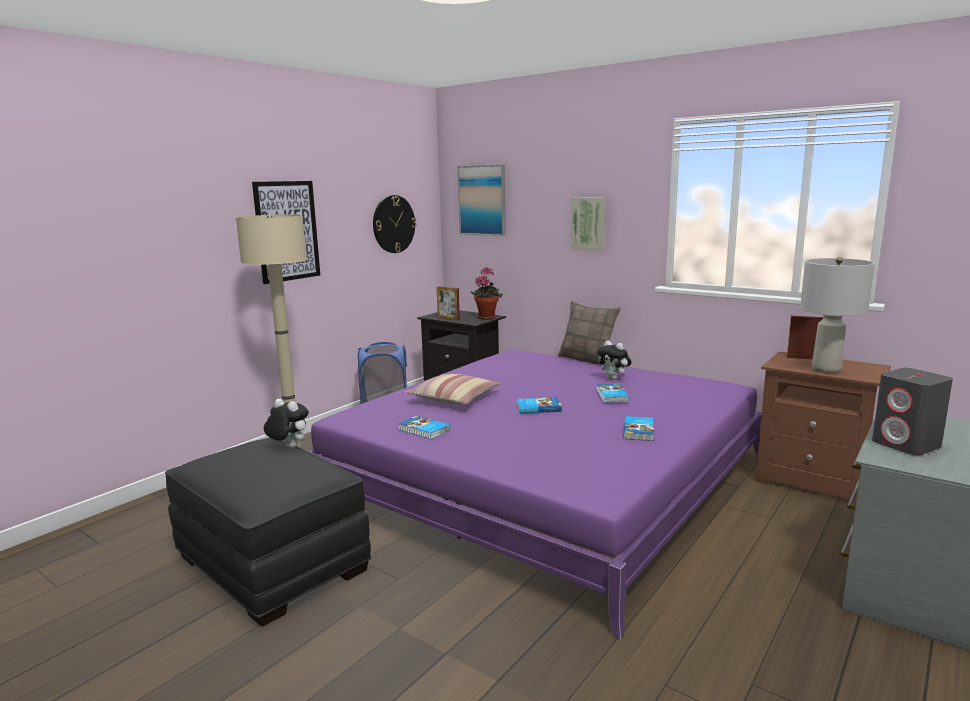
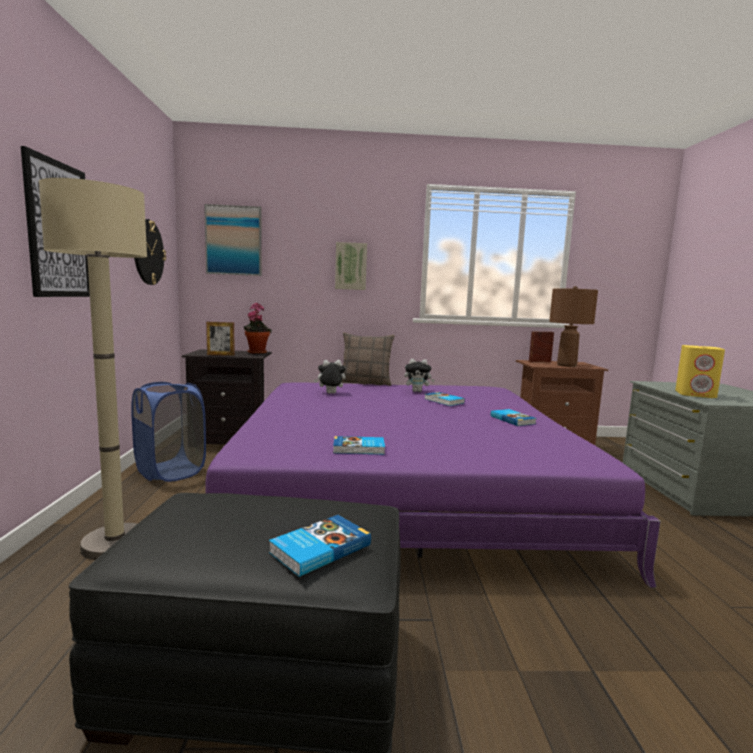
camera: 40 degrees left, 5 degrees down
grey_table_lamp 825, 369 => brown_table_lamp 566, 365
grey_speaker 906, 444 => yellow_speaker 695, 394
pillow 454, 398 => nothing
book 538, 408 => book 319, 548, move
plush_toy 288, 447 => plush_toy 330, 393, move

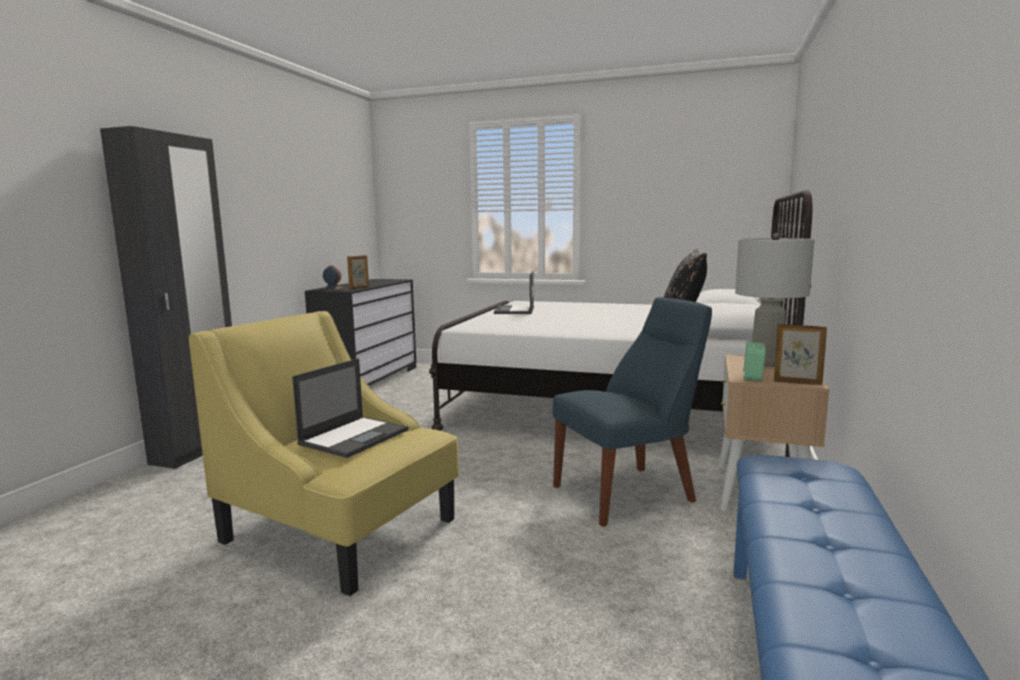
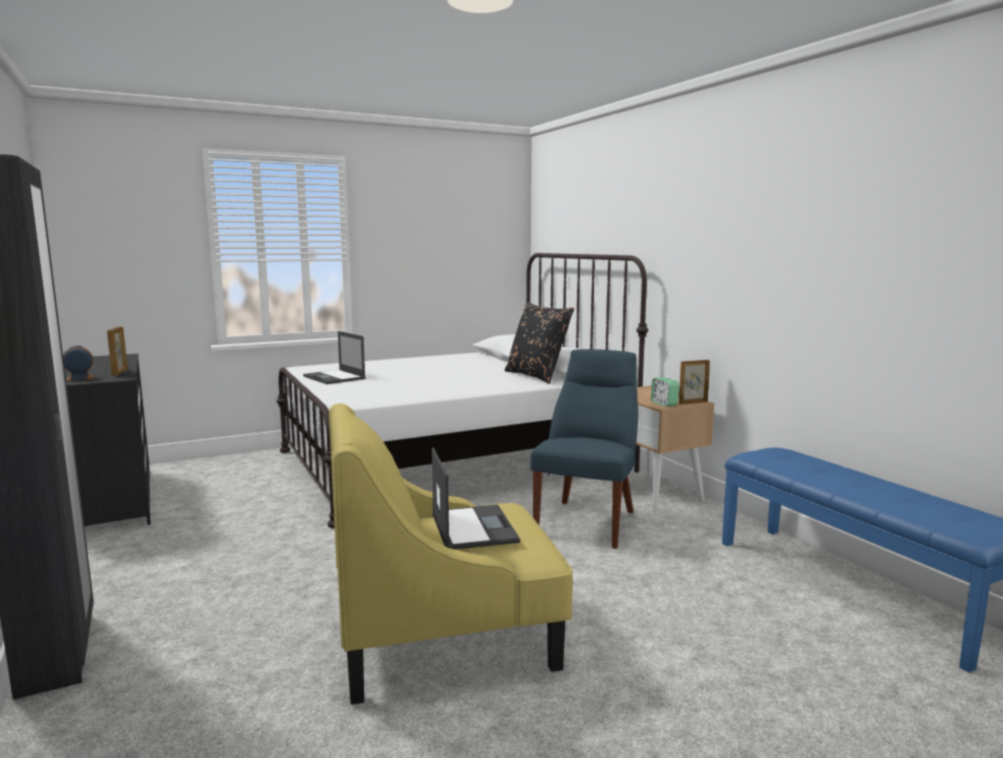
camera: 45 degrees left, 0 degrees up
grey_table_lamp 766, 363 => nothing

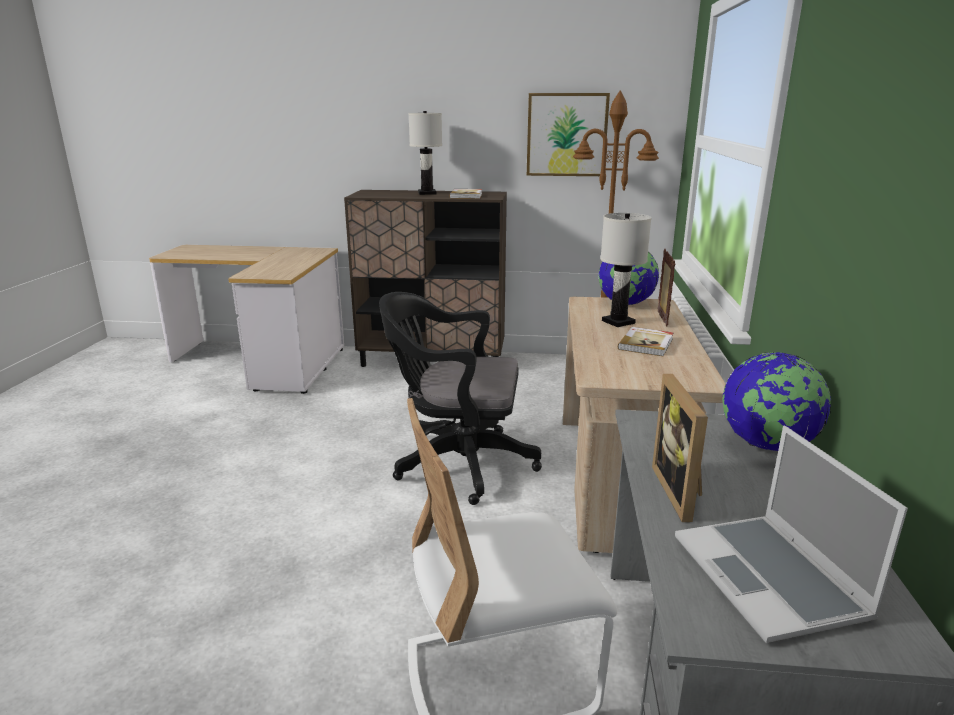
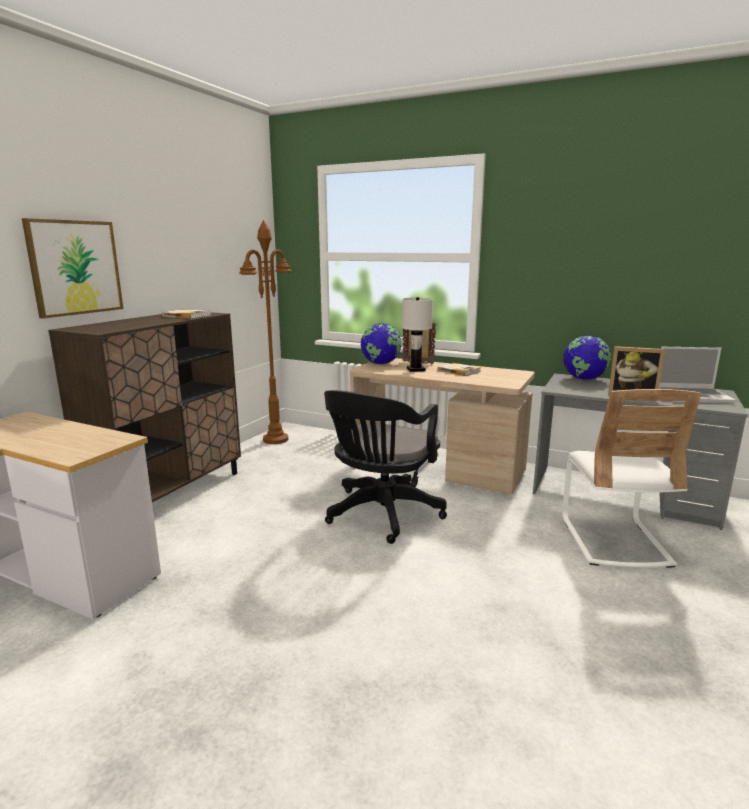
camera: 70 degrees left, 5 degrees down
picture 566, 135 => picture 75, 267, move
white_table_lamp 427, 193 => nothing

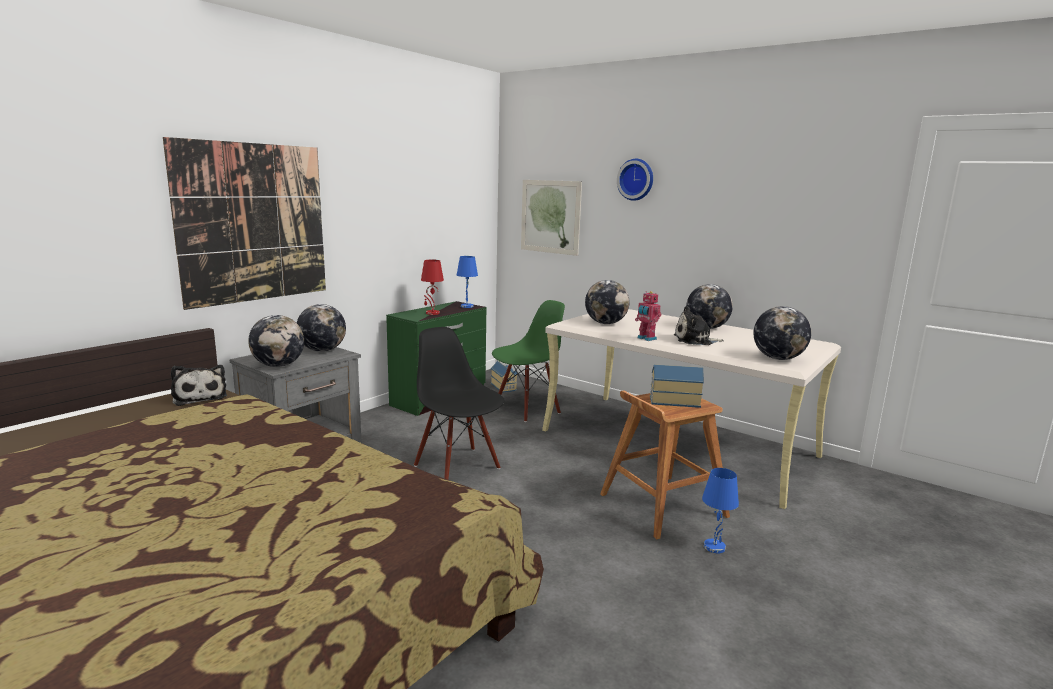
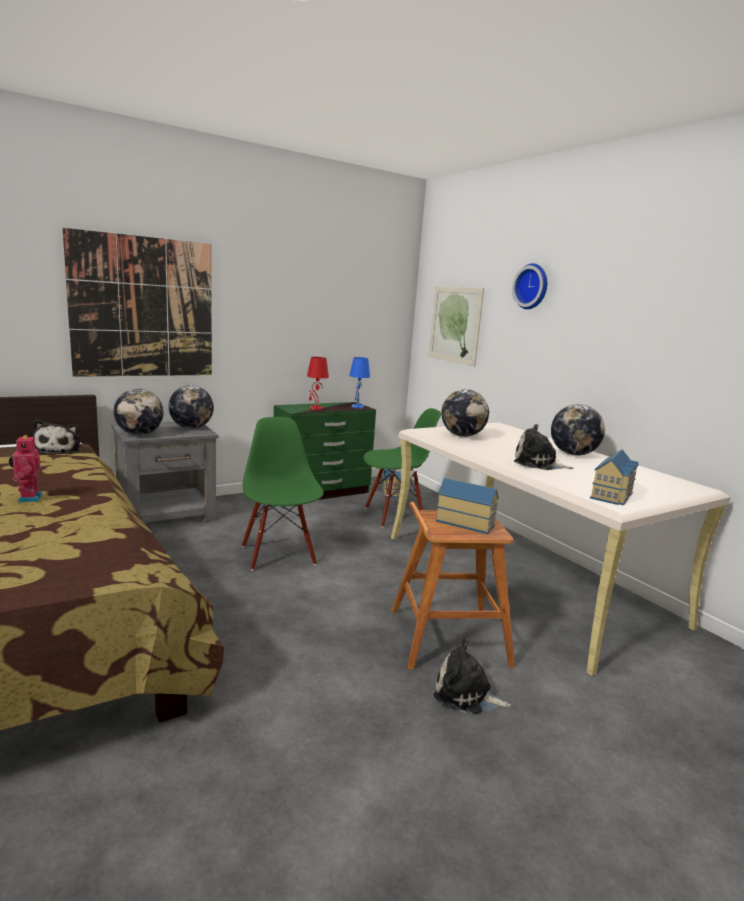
camera: 20 degrees right, 0 degrees up
toy_robot 646, 339 => toy_robot 28, 498, move
globe 778, 358 => toy_house 613, 495
black_chair 458, 466 => green_chair 279, 555
blue_table_lamp 715, 547 => plush_toy 466, 695

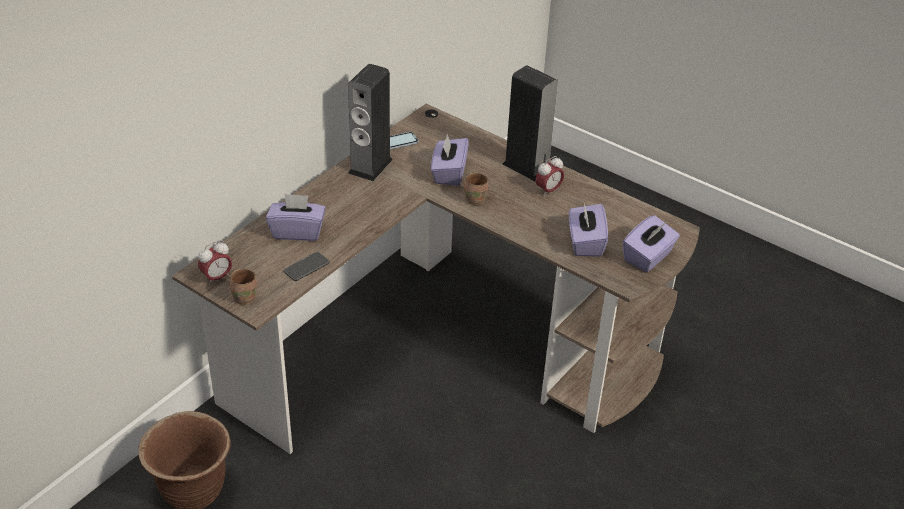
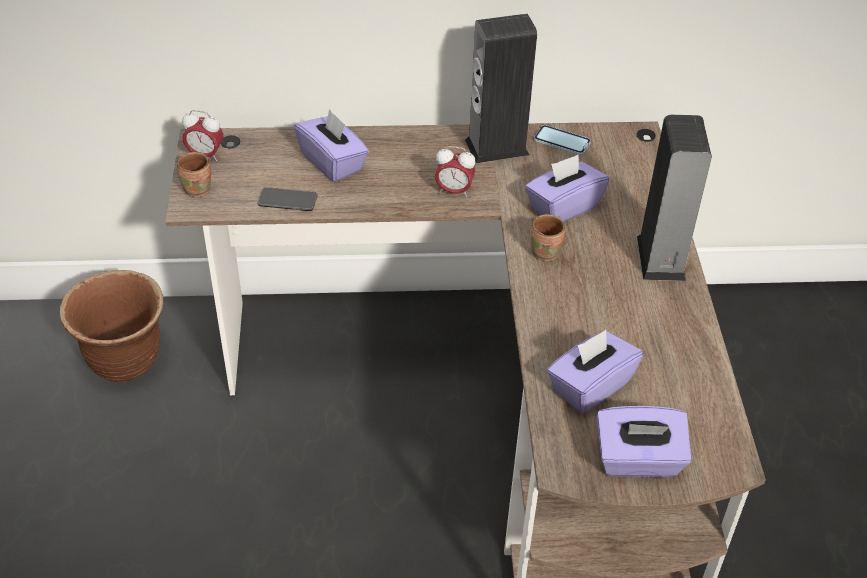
camera: 50 degrees right, 5 degrees up
alarm_clock 548, 191 => alarm_clock 454, 191, move

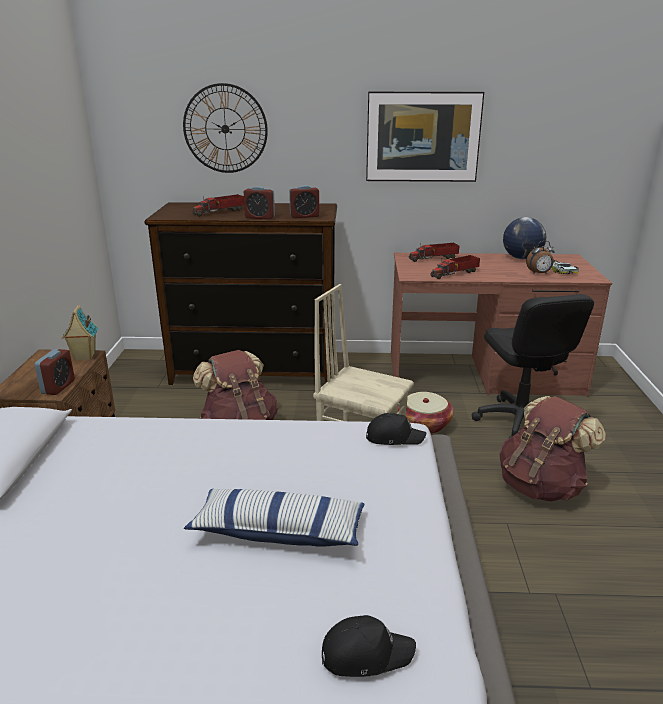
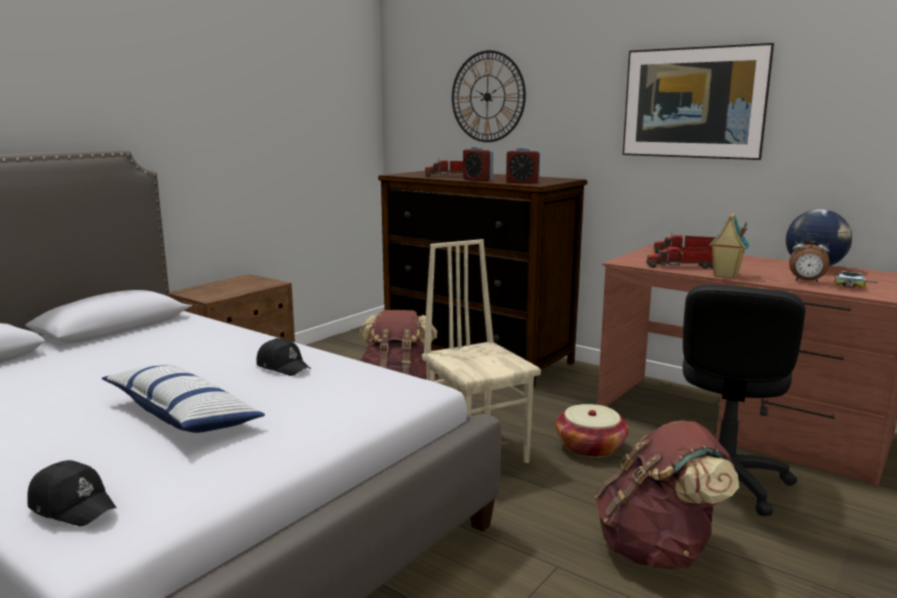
camera: 35 degrees right, 10 degrees down
toy_house 84, 357 => toy_house 725, 275, move
alarm_clock 58, 387 => nothing
black_cap 394, 437 => black_cap 283, 366, move

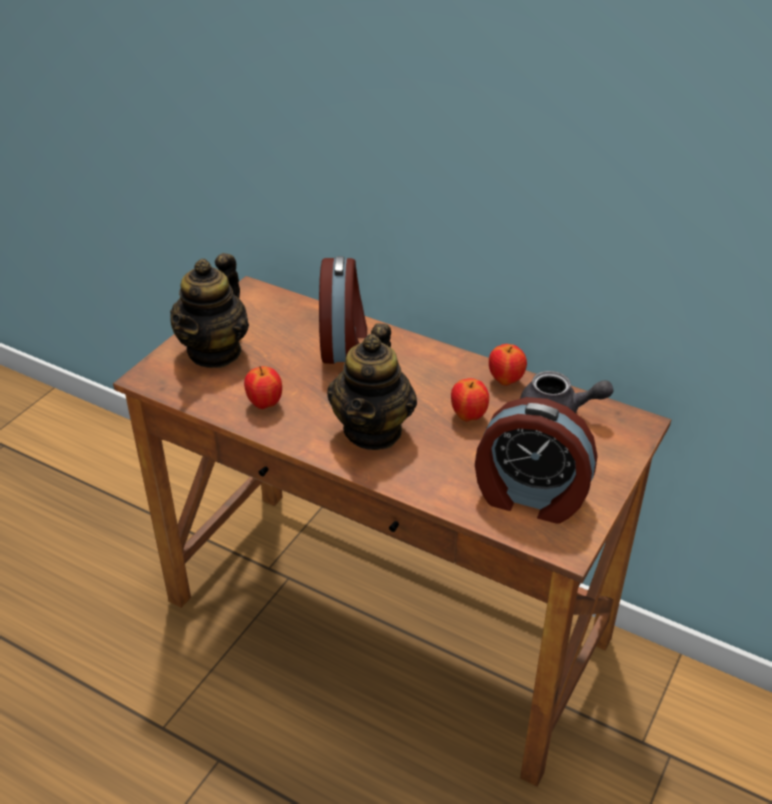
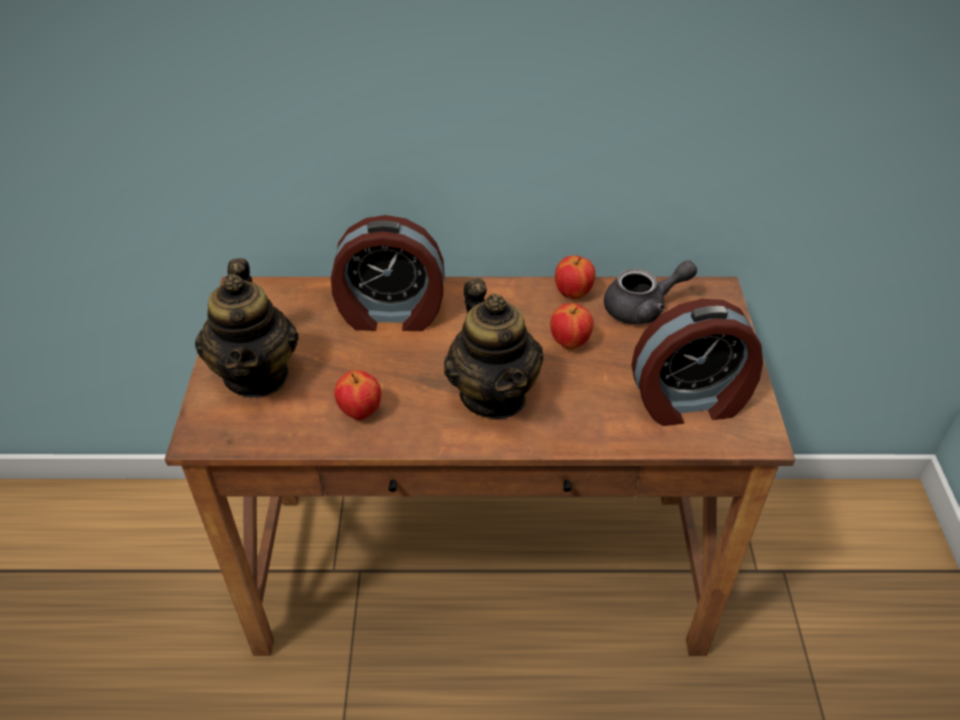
camera: 30 degrees left, 5 degrees up
alarm_clock 345, 344 => alarm_clock 391, 314, 120 degrees clockwise

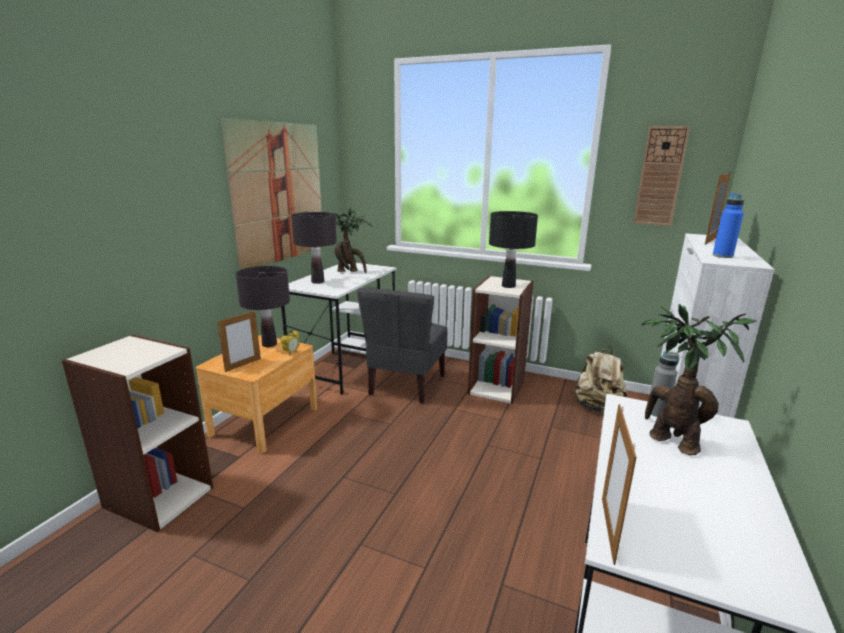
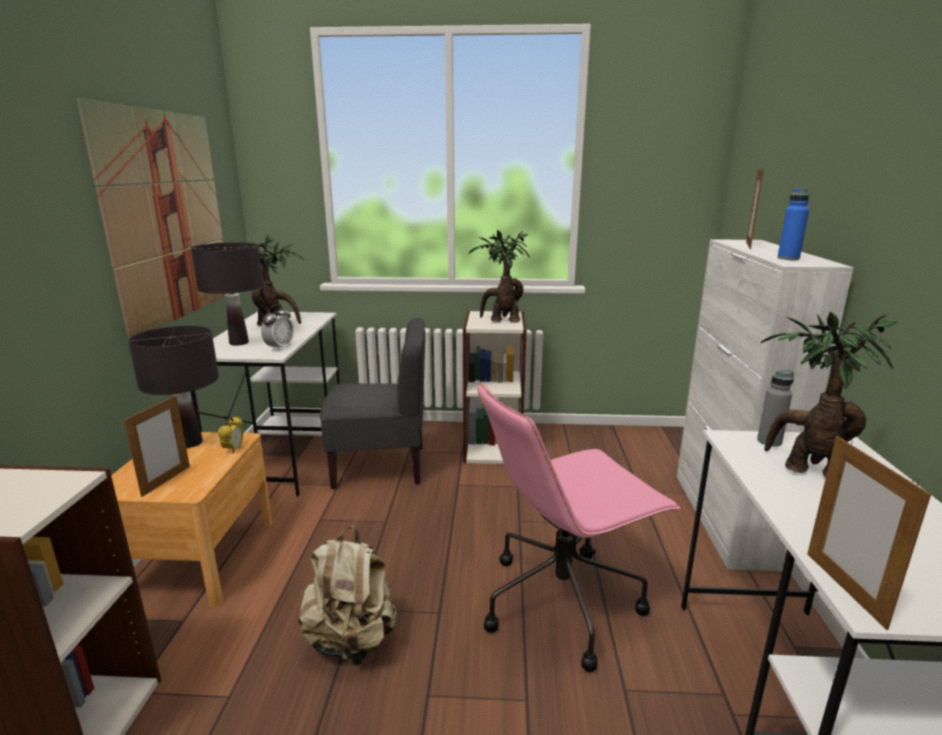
camera: 20 degrees left, 0 degrees up
wall_clock 660, 177 => nothing
black_table_lamp 508, 286 => potted_plant 501, 320
grey_chair 406, 385 => grey_chair 380, 466, 90 degrees counterclockwise
beige_backpack 597, 407 => beige_backpack 352, 641, move
nothing => alarm_clock 279, 348
nothing => pink_office_chair 563, 601

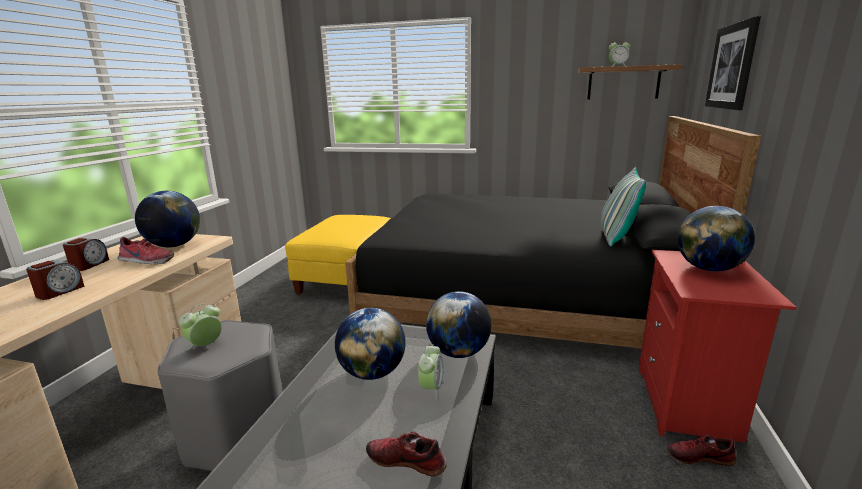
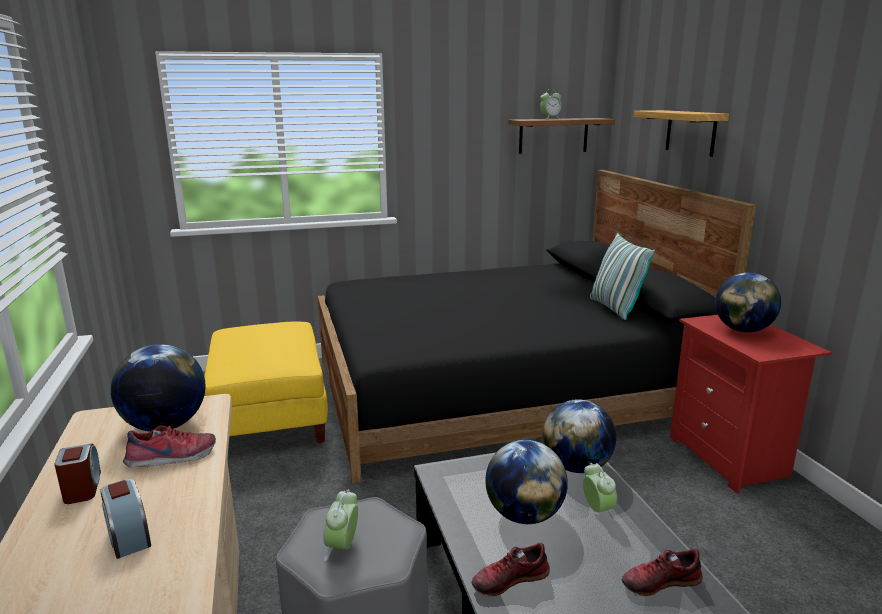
camera: 30 degrees left, 0 degrees up
picture 732, 66 => shelf 690, 132
alarm_clock 60, 291 => alarm_clock 128, 537, 150 degrees clockwise
shoe 699, 457 => shoe 510, 579, move

